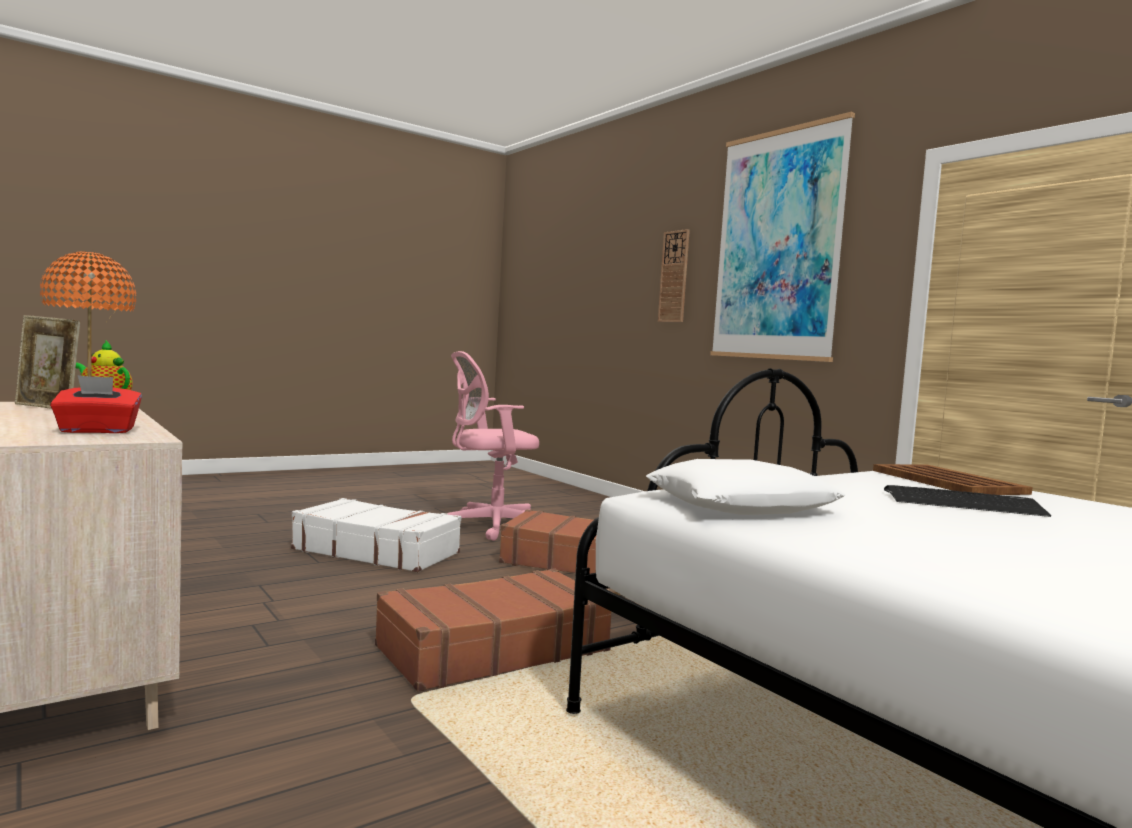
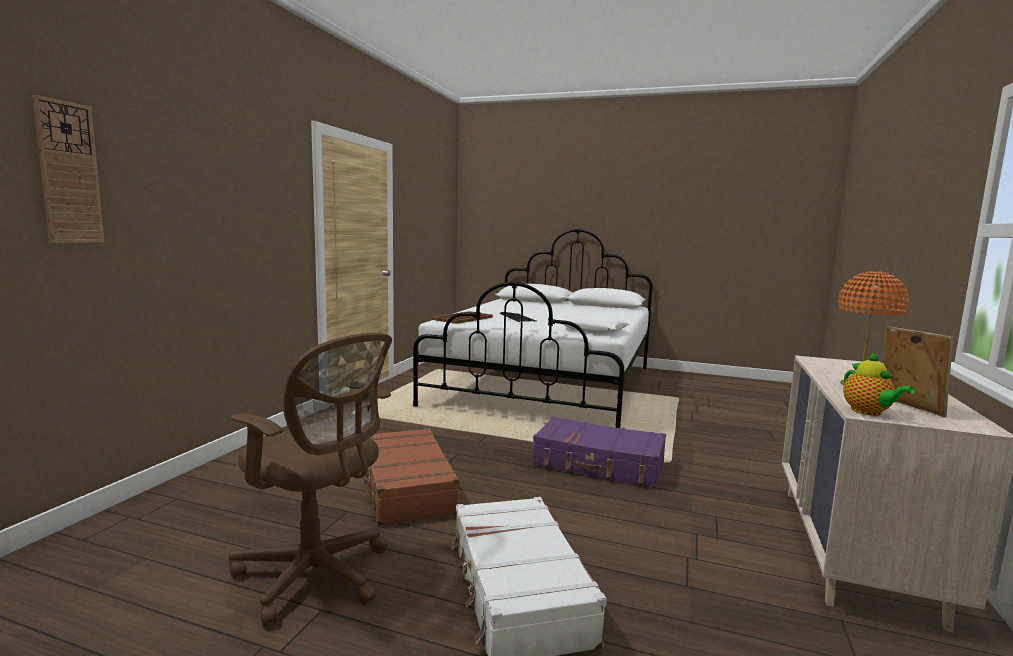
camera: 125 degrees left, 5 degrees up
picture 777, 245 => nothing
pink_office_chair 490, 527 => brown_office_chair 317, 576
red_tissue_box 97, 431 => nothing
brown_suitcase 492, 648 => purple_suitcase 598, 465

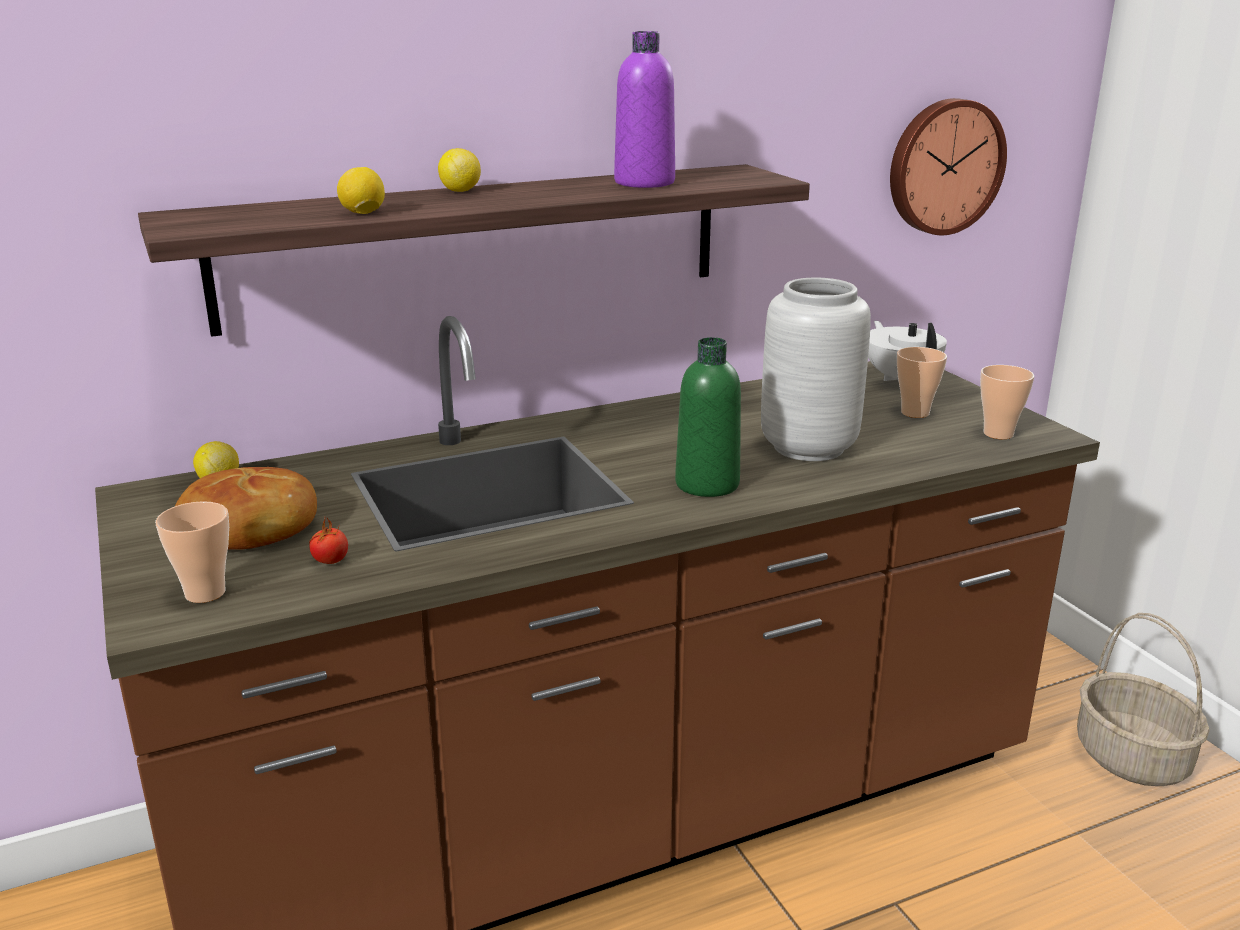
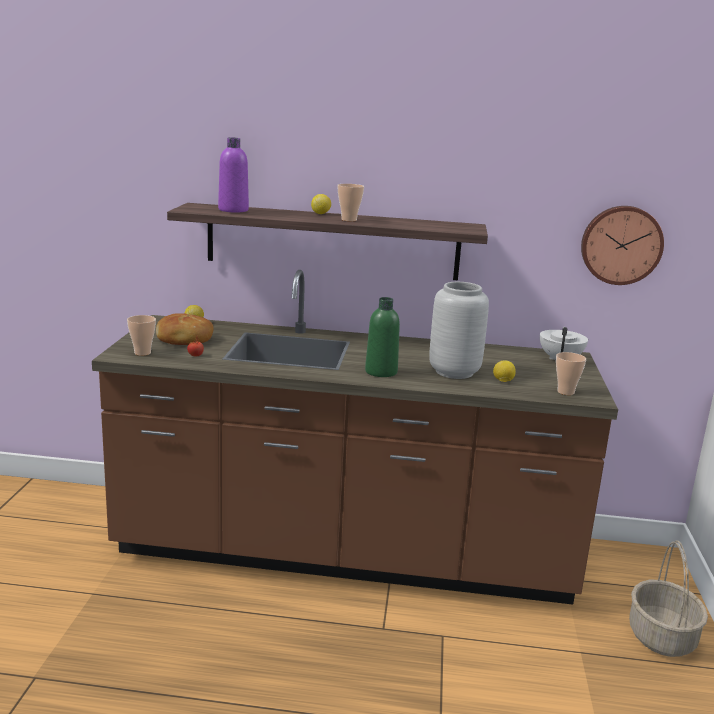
camera: 30 degrees right, 5 degrees down
purple_bottle 644, 182 => purple_bottle 233, 210, move
lemon 363, 213 => lemon 503, 381, move
cup 915, 413 => cup 349, 220, move

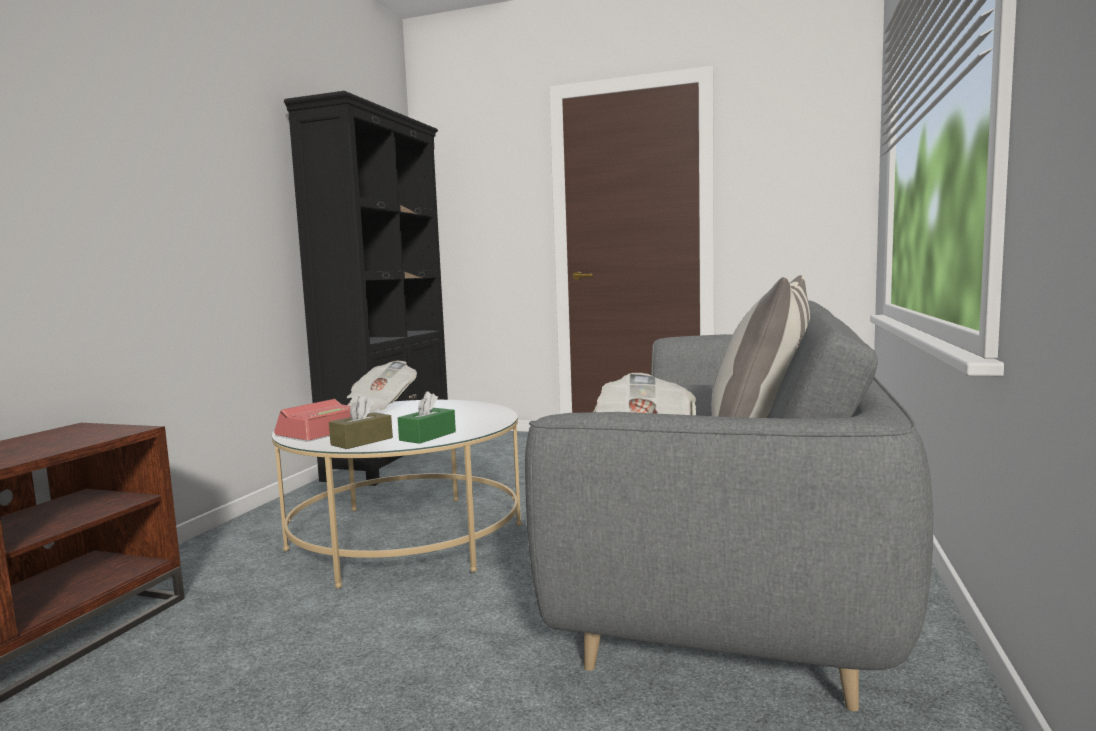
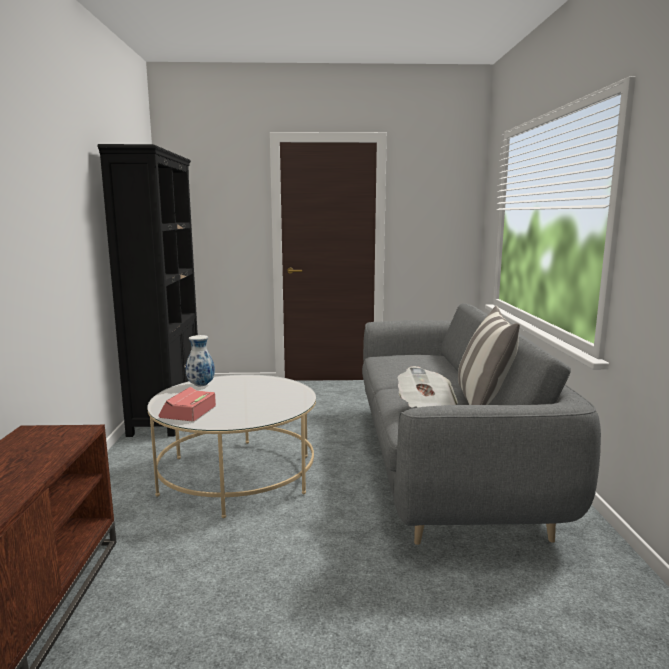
camera: 20 degrees left, 5 degrees up
newspaper 379, 407 => vase 201, 385
green_tissue_box 428, 436 => nothing
brown_tissue_box 362, 441 => nothing

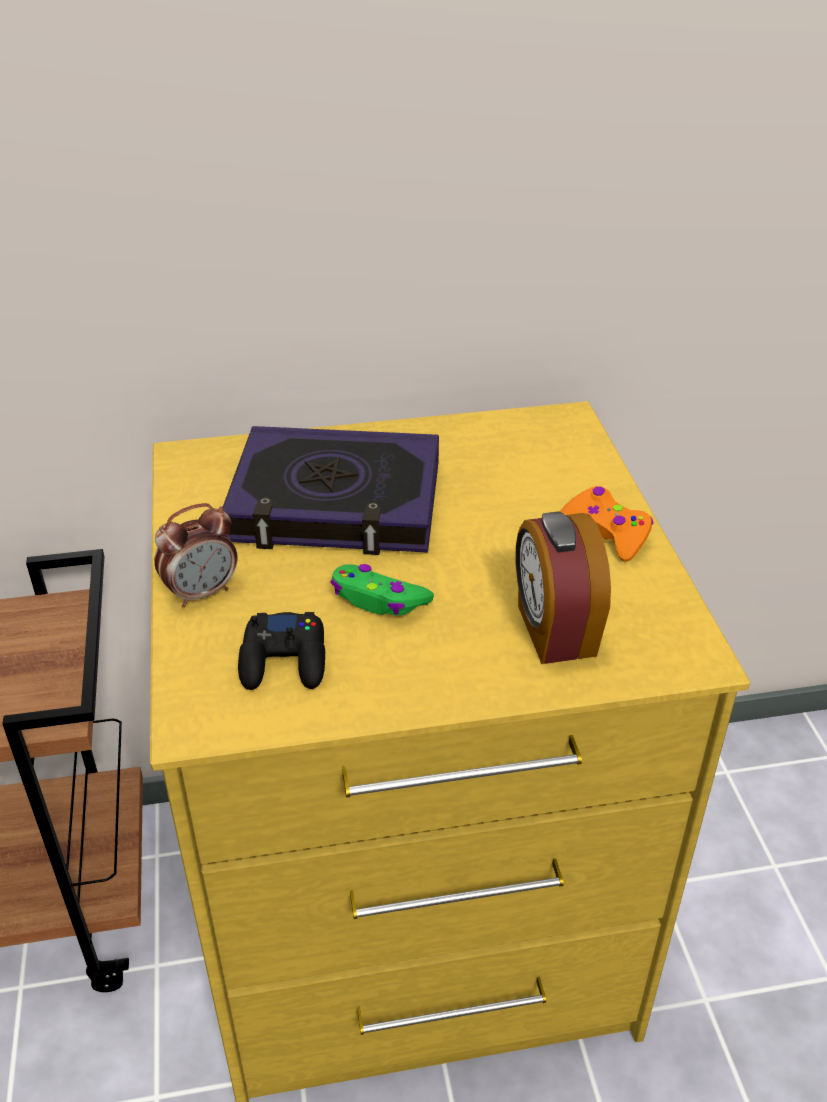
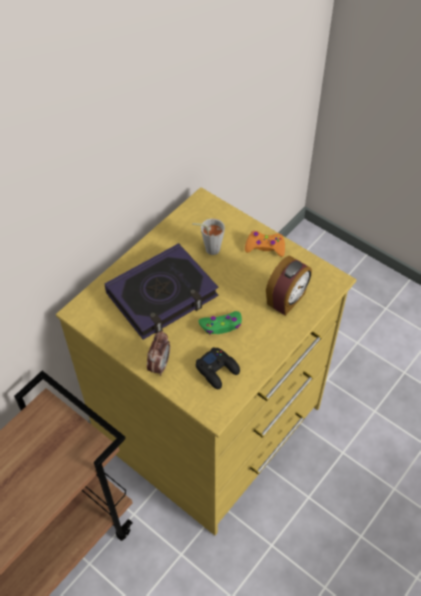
camera: 40 degrees left, 15 degrees up
alarm_clock 553, 631 => alarm_clock 287, 299, 90 degrees counterclockwise
nothing => grey_cup 209, 249

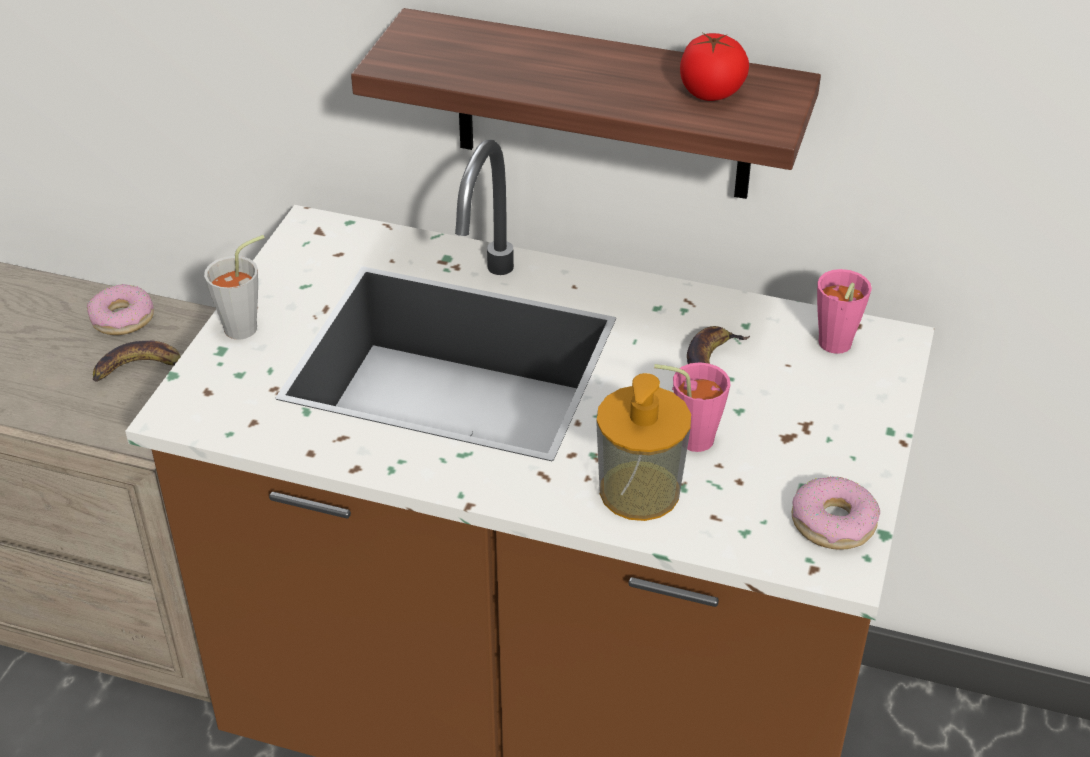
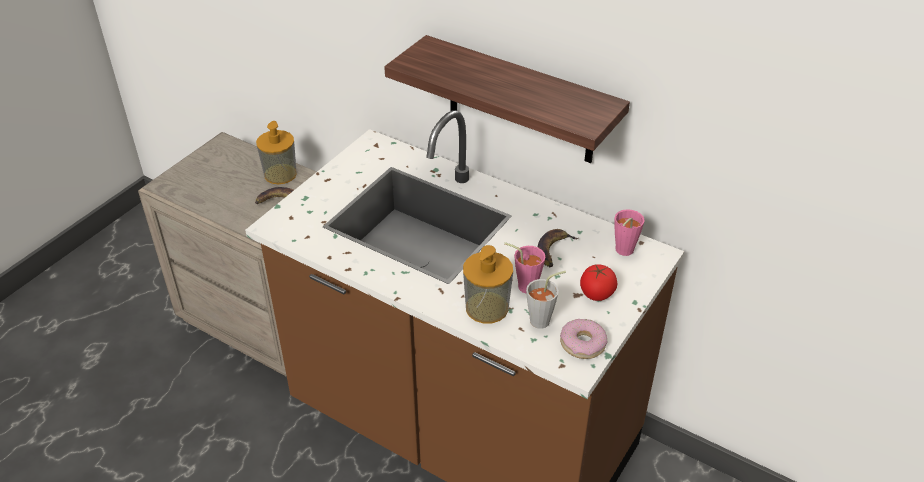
camera: 15 degrees right, 0 degrees up
tomato 711, 92 => tomato 596, 293, move
grey_cup 248, 326 => grey_cup 544, 320, move
donut 122, 318 => soap_dispenser 280, 174

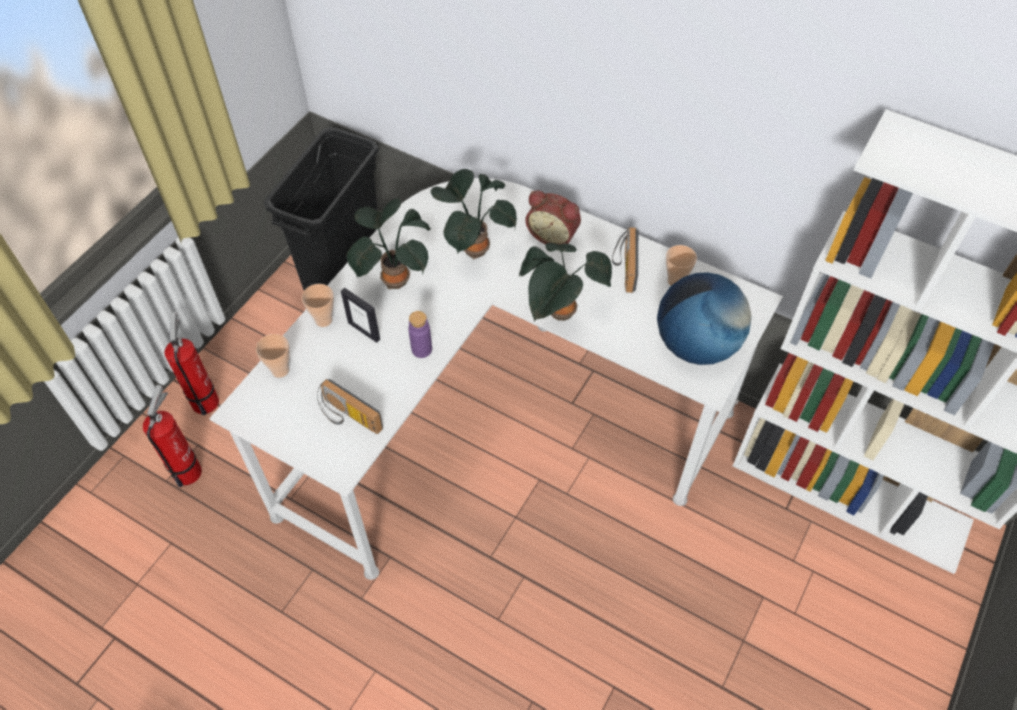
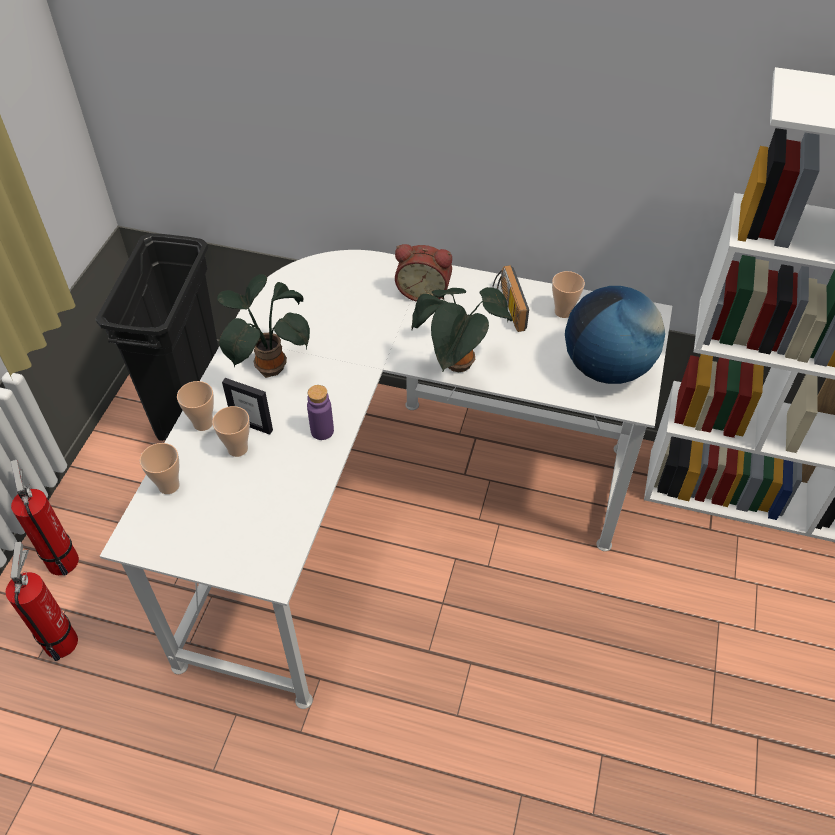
camera: 15 degrees left, 5 degrees down
potted_plant 473, 248 => nothing
radio 347, 418 => nothing
nothing => cup 237, 448

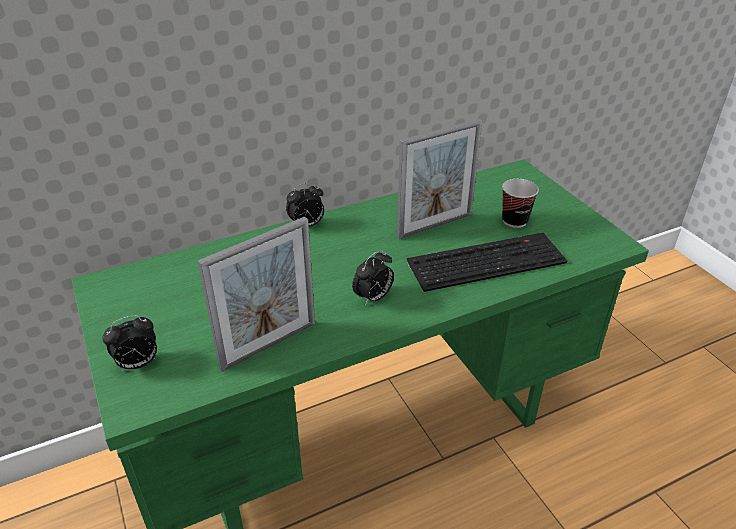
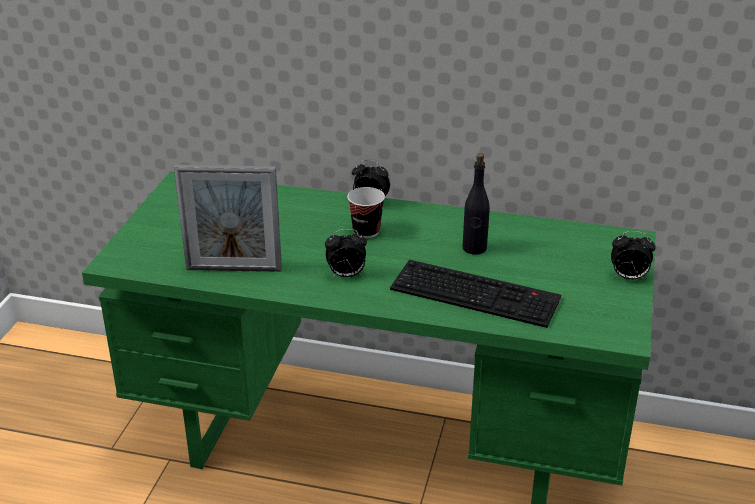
camera: 40 degrees right, 5 degrees down
picture_frame 434, 225 => black_bottle 474, 248
cup 514, 221 => cup 366, 231, move
alarm_clock 138, 364 => alarm_clock 628, 277, move

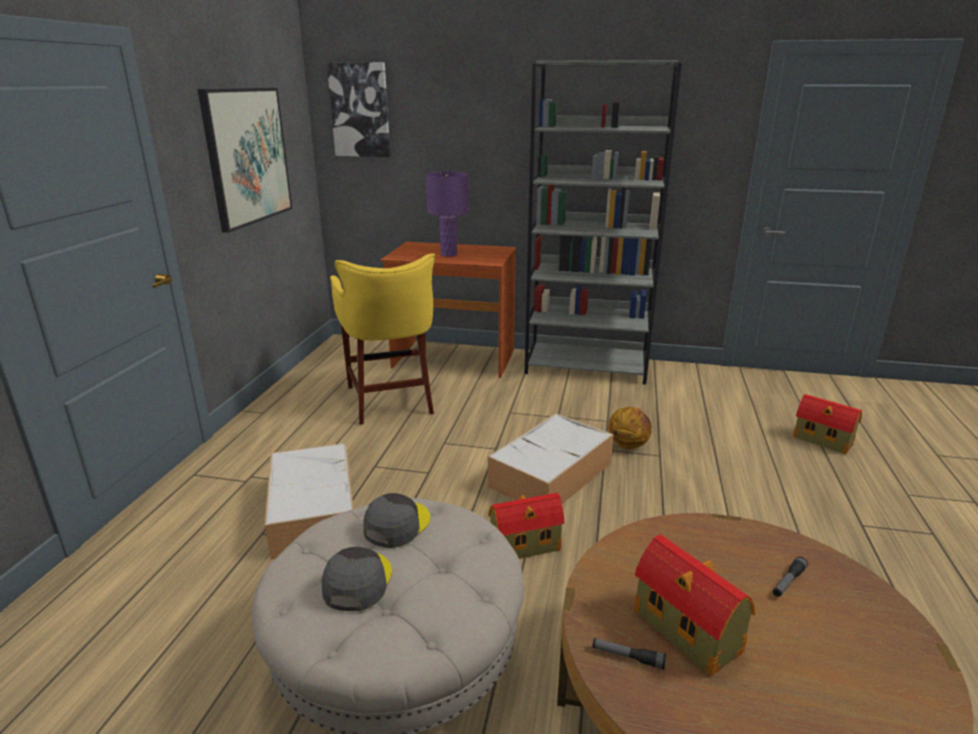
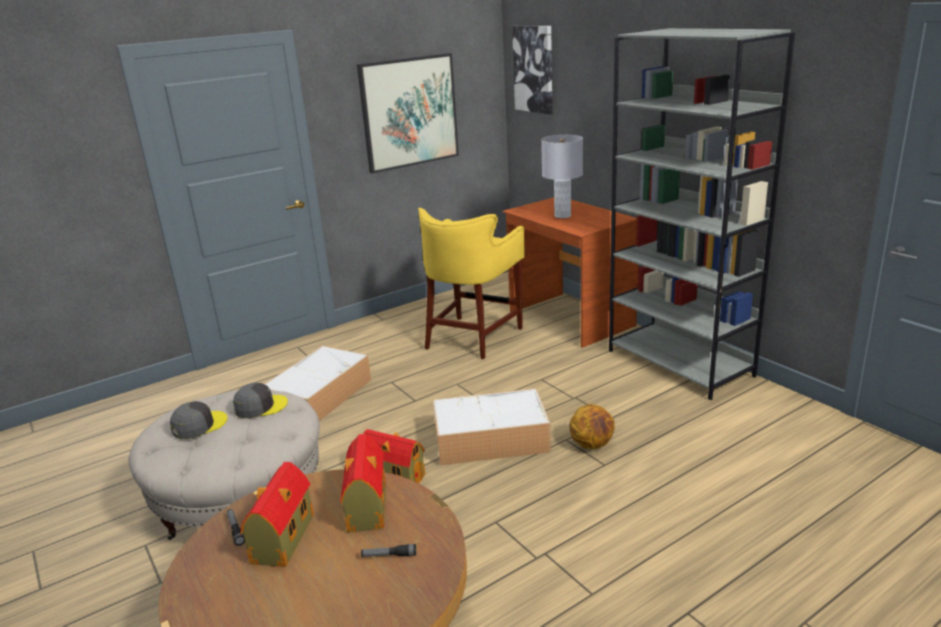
camera: 45 degrees right, 0 degrees up
purple_table_lamp 448, 254 => grey_table_lamp 562, 216
toy_house 823, 441 => toy_house 367, 508, move

